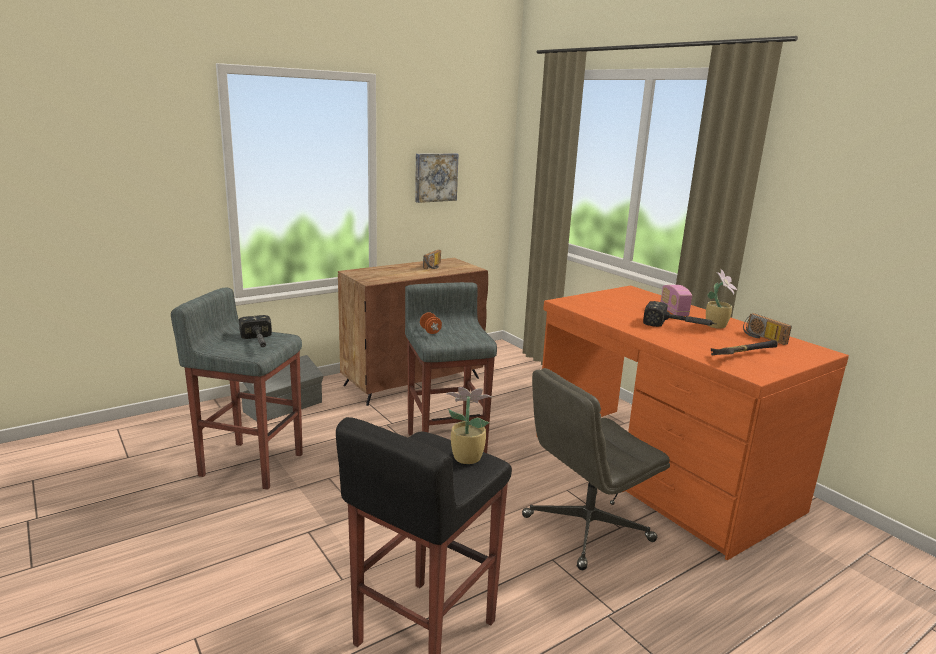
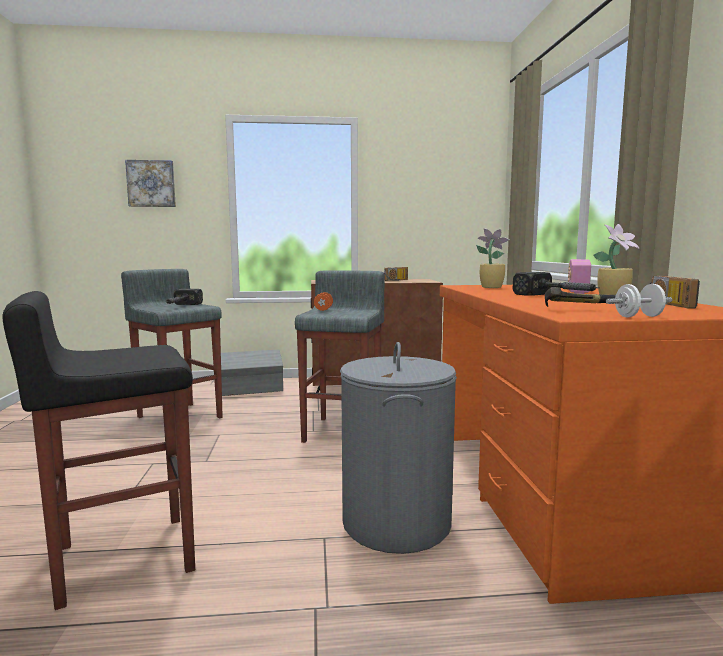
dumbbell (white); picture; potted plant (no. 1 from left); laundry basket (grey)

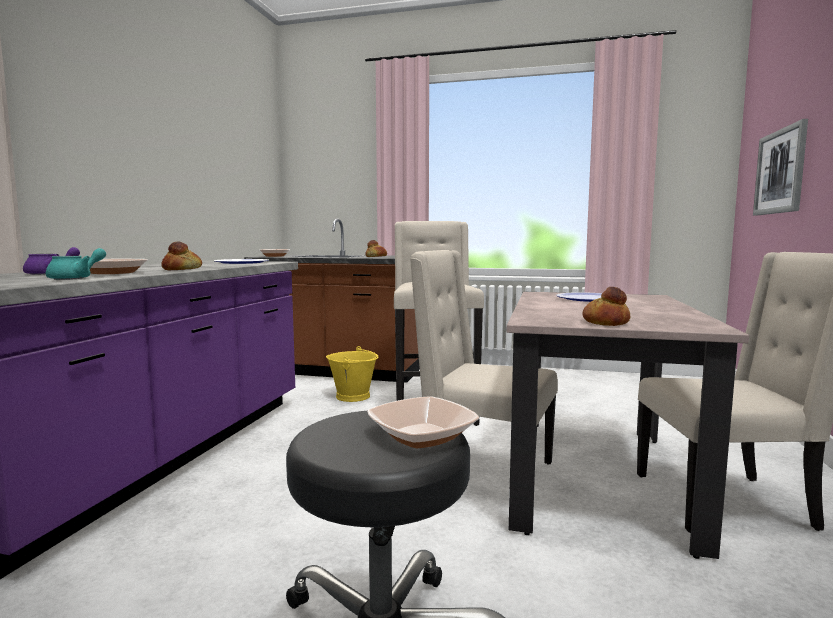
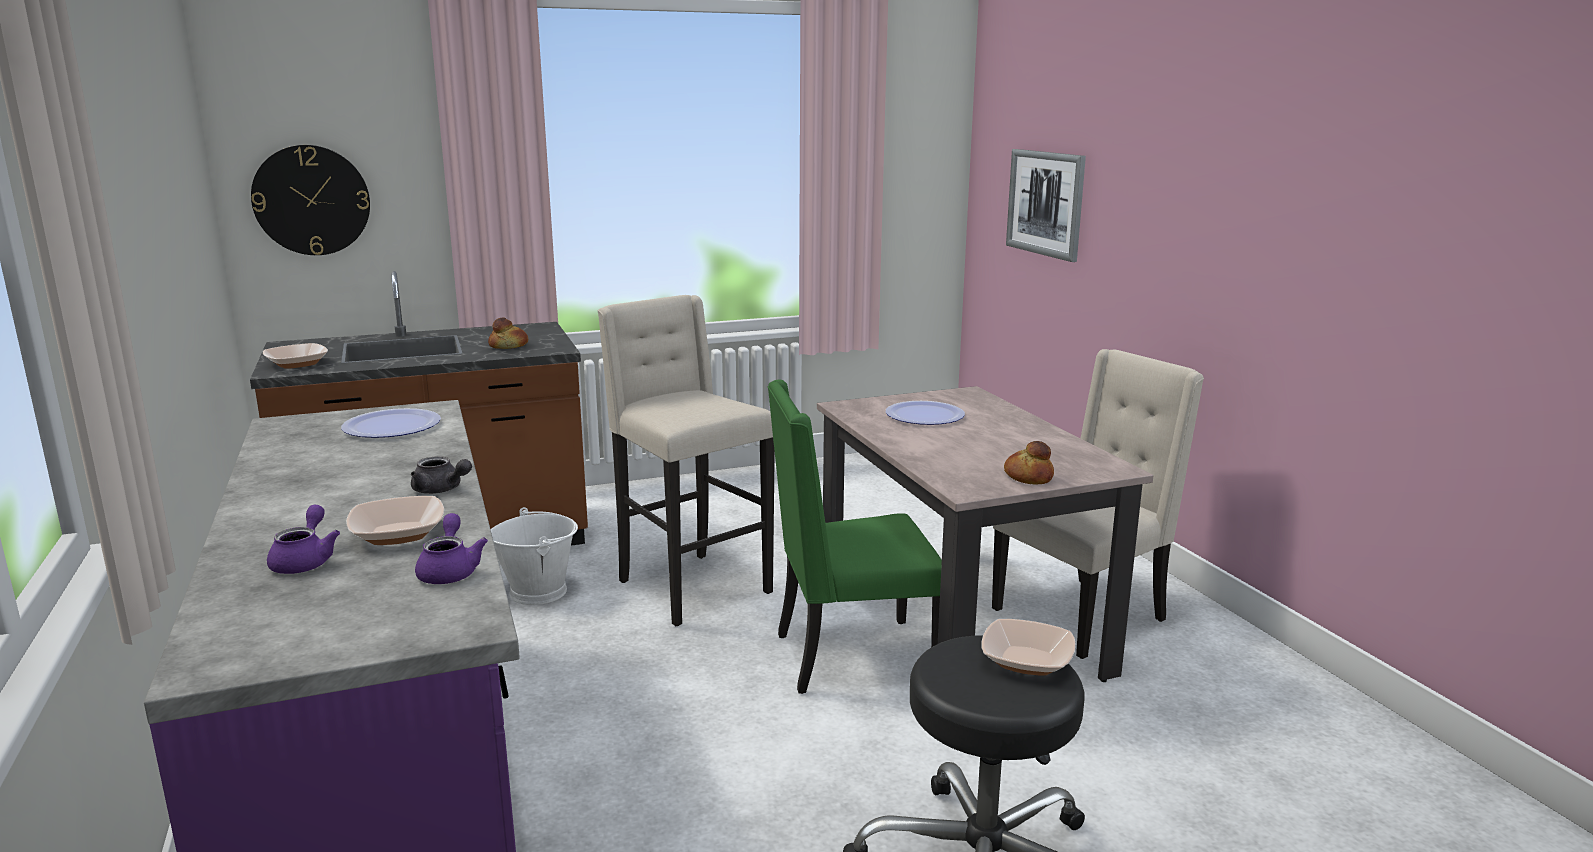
wall clock; teapot (grey); teapot (purple) (no. 2 from left); bucket (white); chair (green)

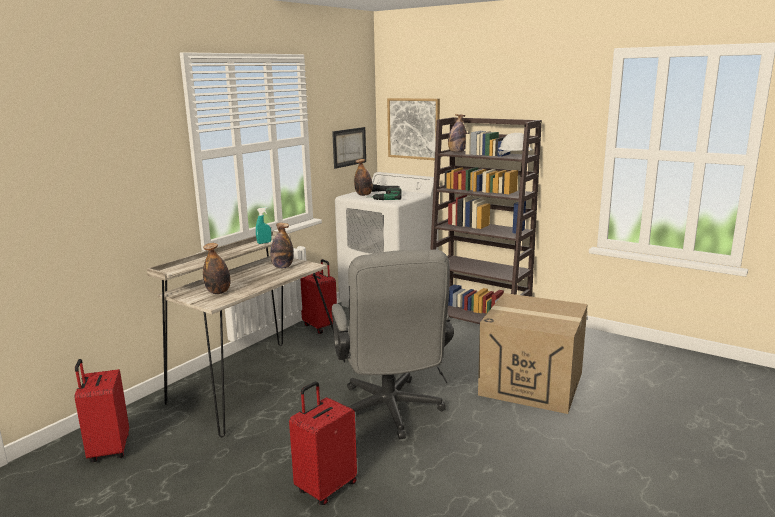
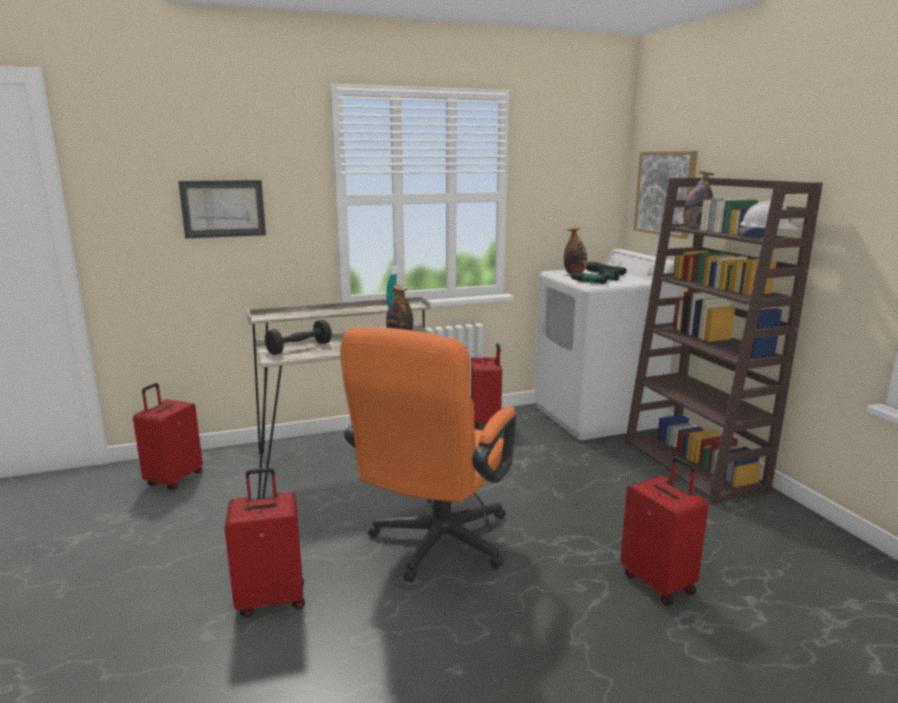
picture (no. 1 from left); dumbbell (black); suitcase (red) (no. 4 from left); office chair (orange)

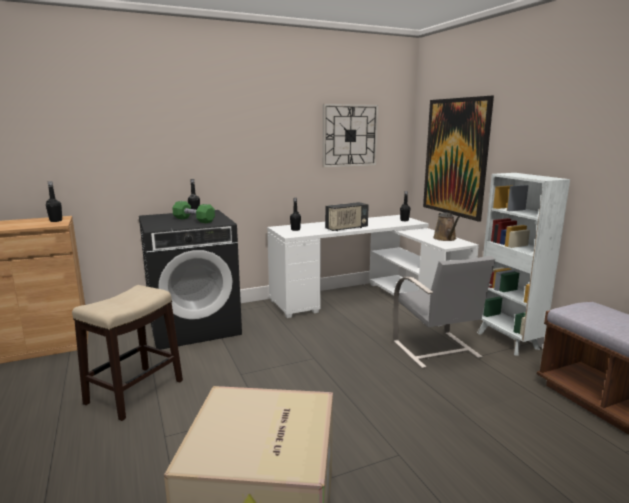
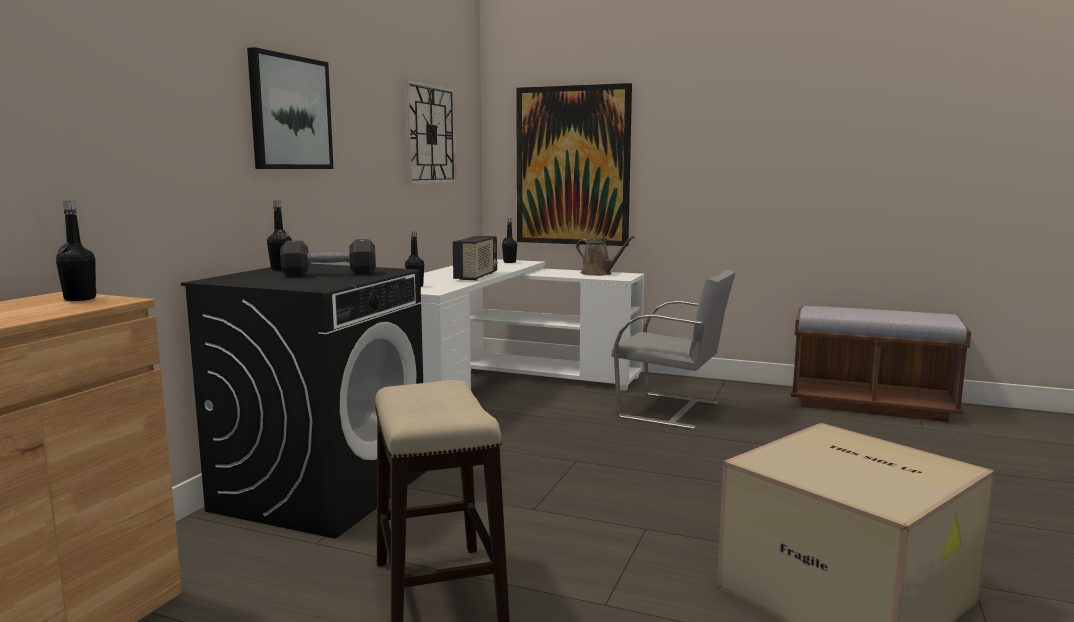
bookcase (white); picture (no. 1 from left); dumbbell (black)

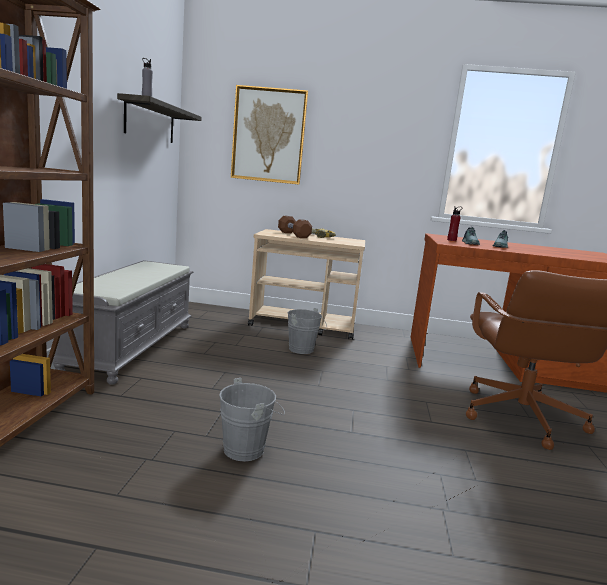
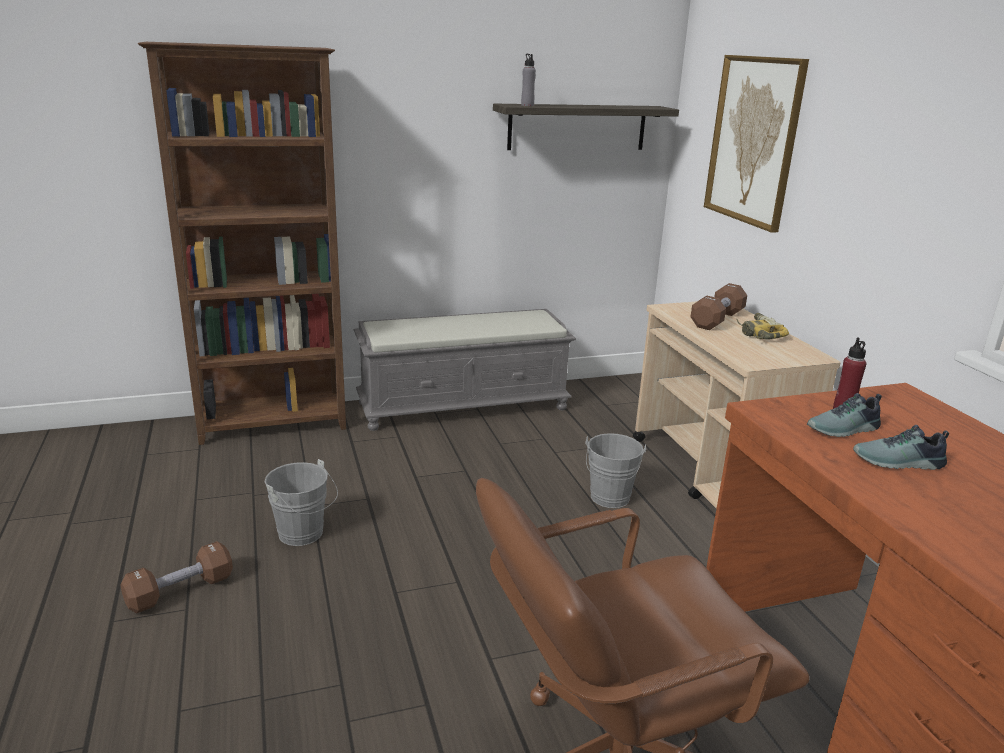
dumbbell (brown) (no. 1 from left)

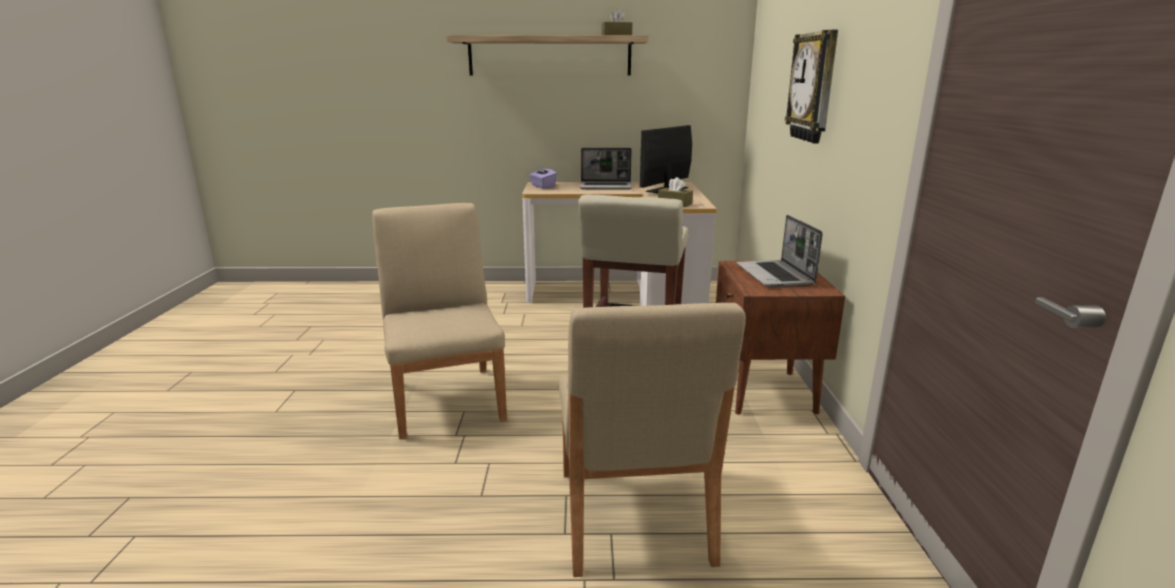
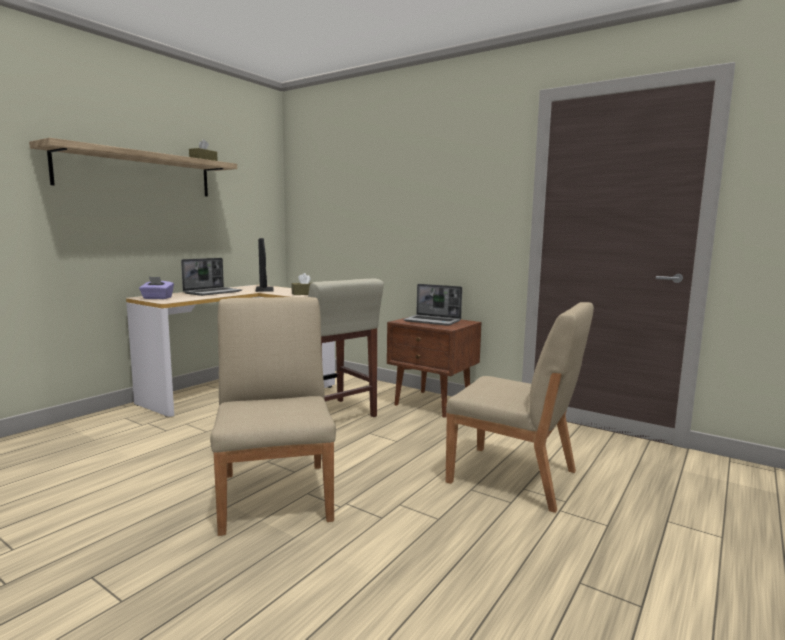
wall clock; chair (beige) (no. 1 from left)

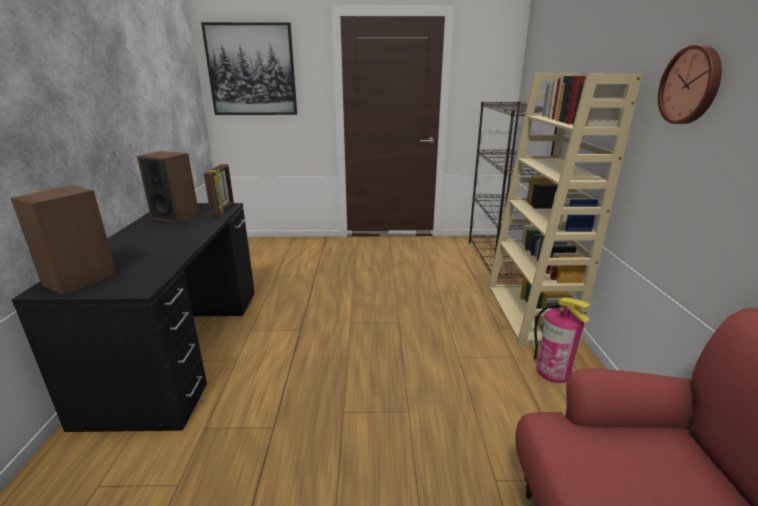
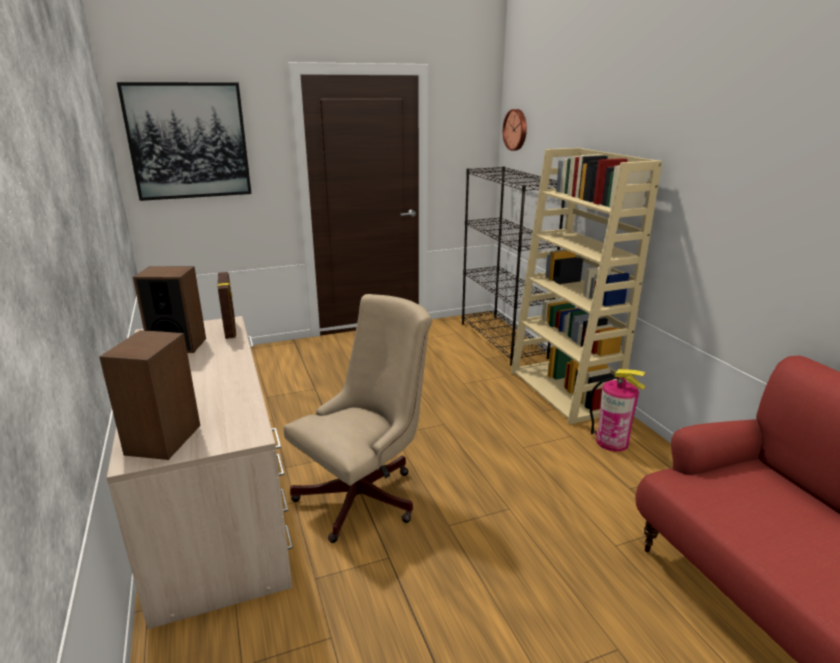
office chair (beige); wall clock; desk (beige)

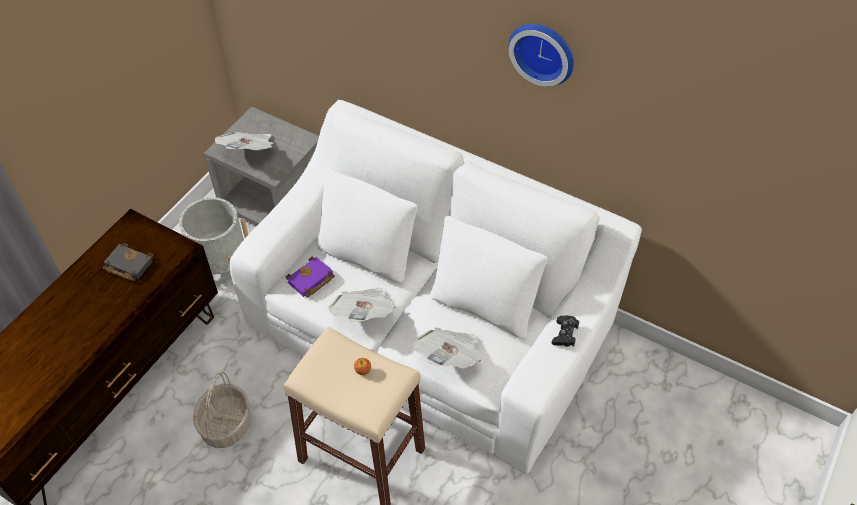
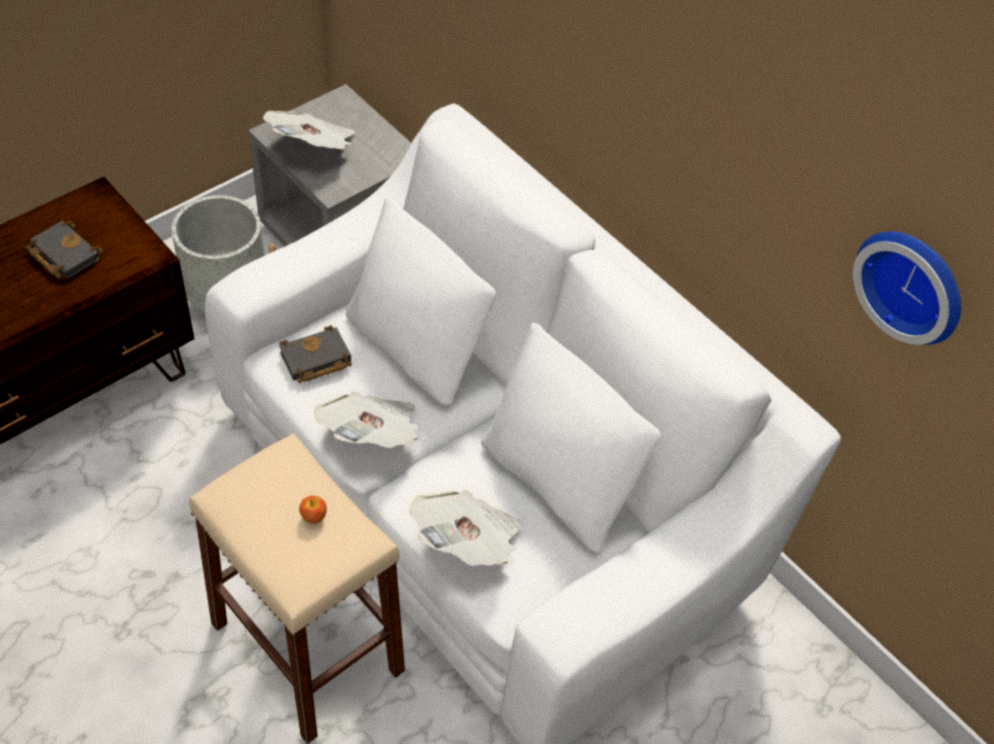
basket; game controller (black); wall clock; book (black) (no. 2 from left)

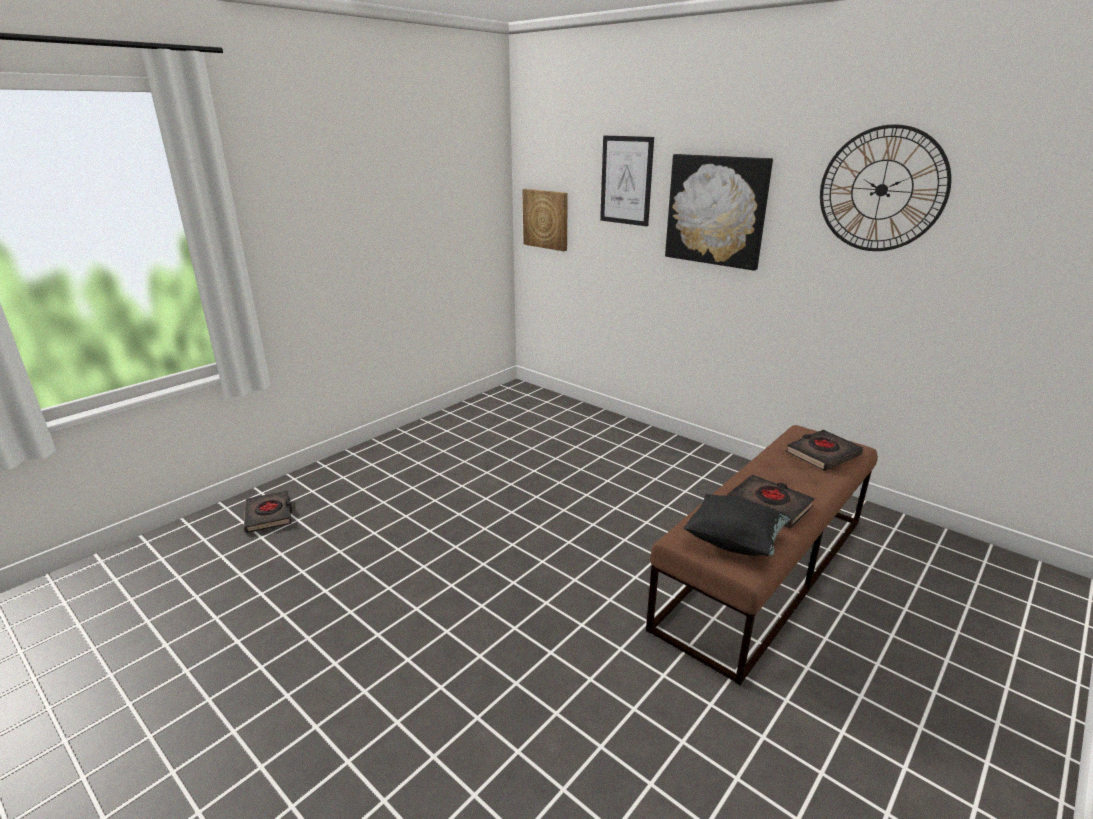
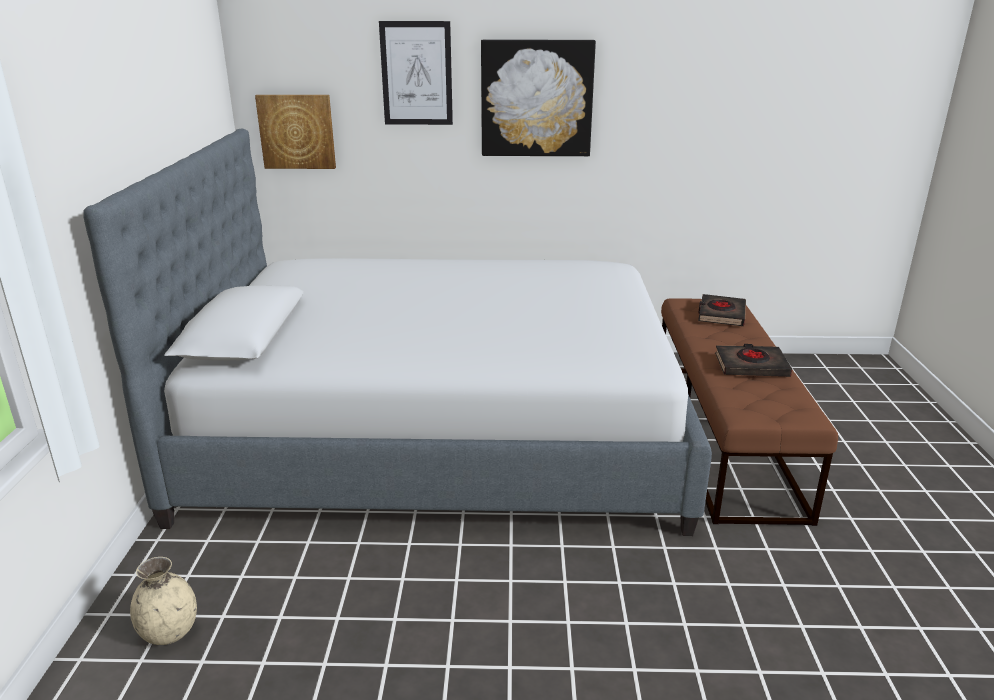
pillow (black); wall clock; bed; vase (beige)

